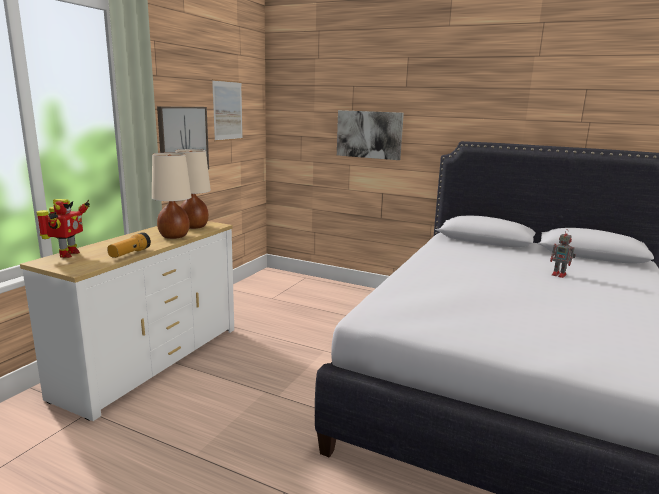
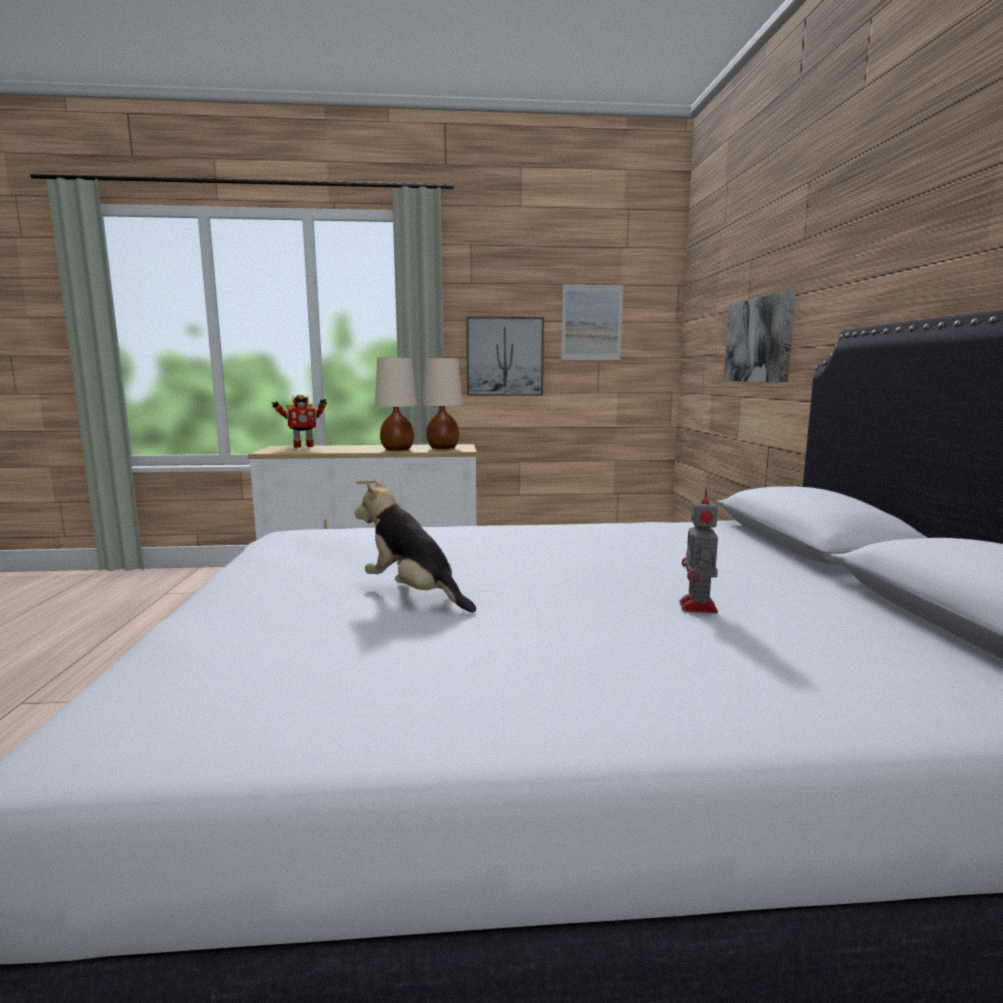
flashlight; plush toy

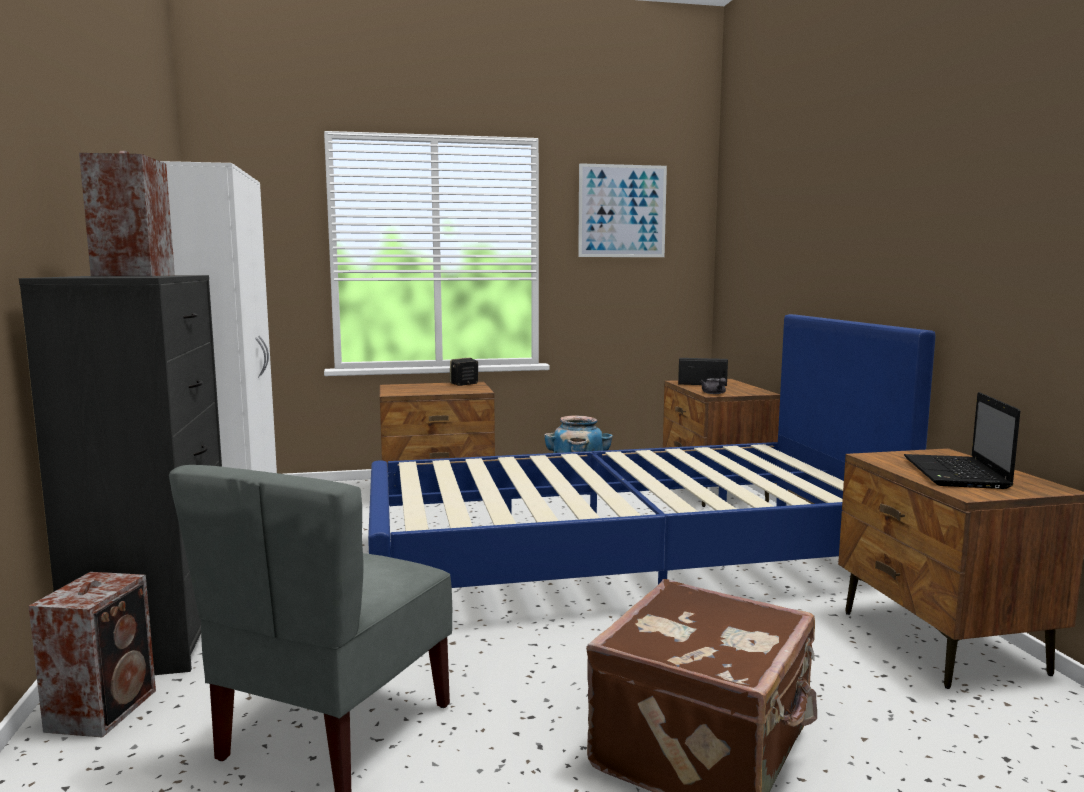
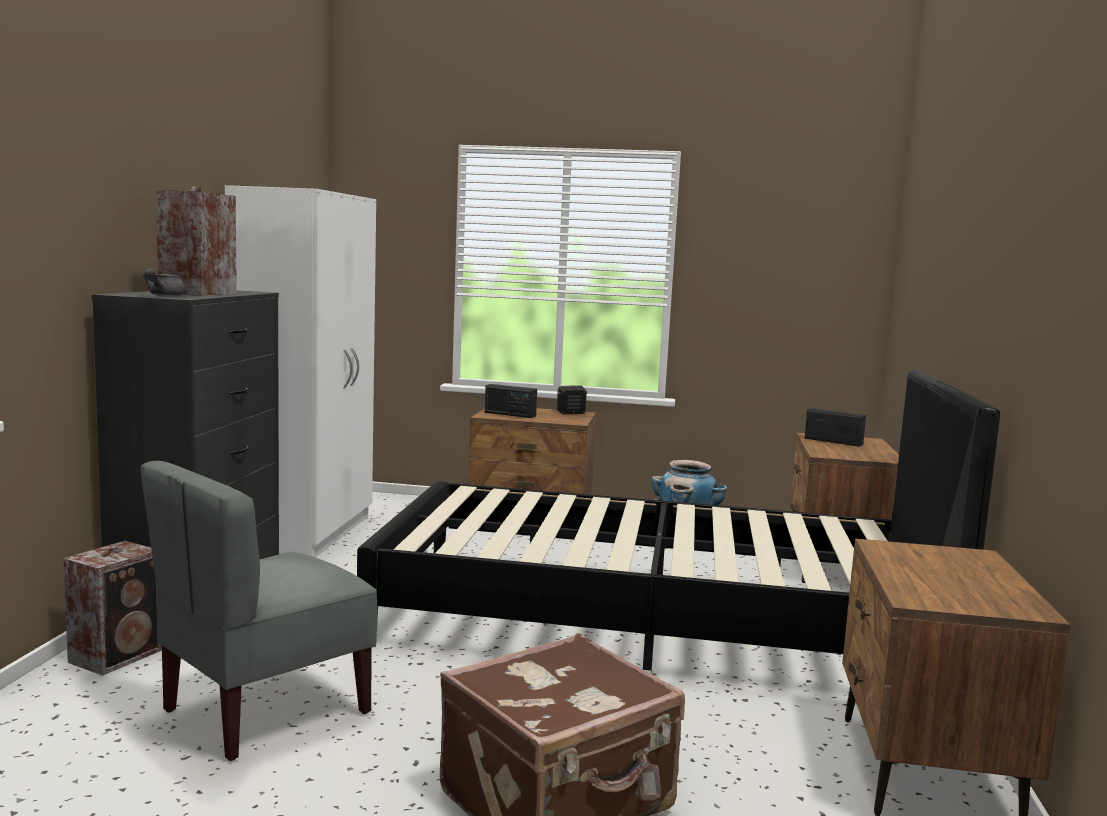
picture; laptop; radio (no. 1 from left); teapot (grey); bed (black)

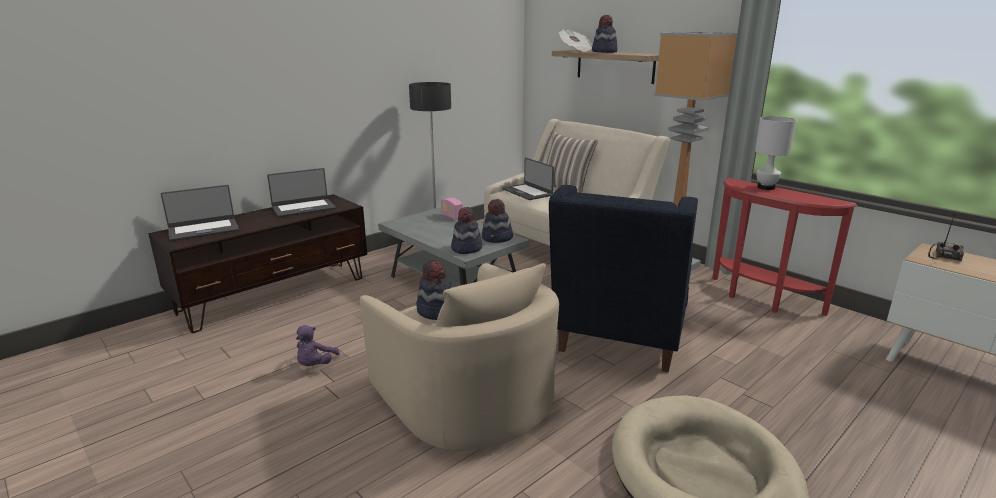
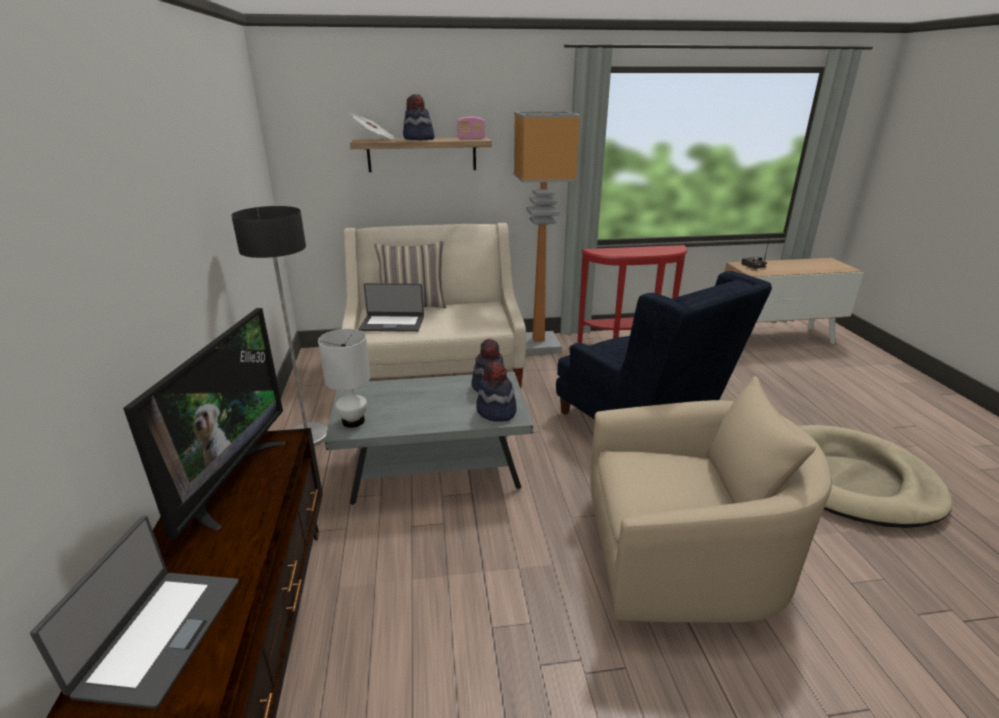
plush toy (purple); hat (no. 1 from left in the first image); radio (no. 1 from left); table lamp (white); television

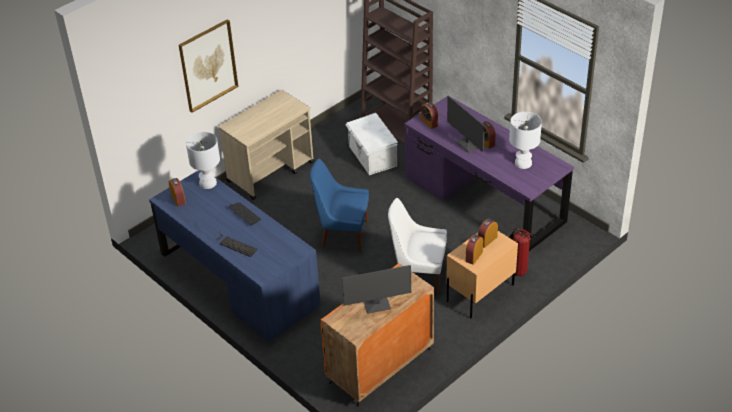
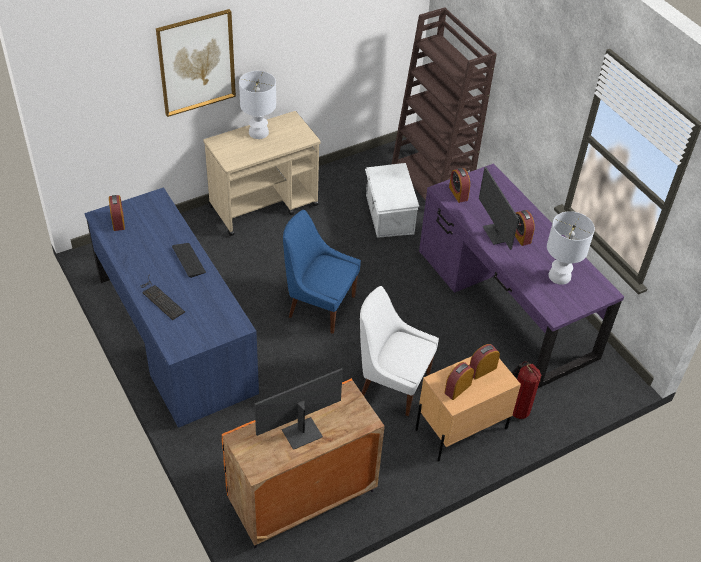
table lamp (white) (no. 1 from left); monitor (no. 1 from left)

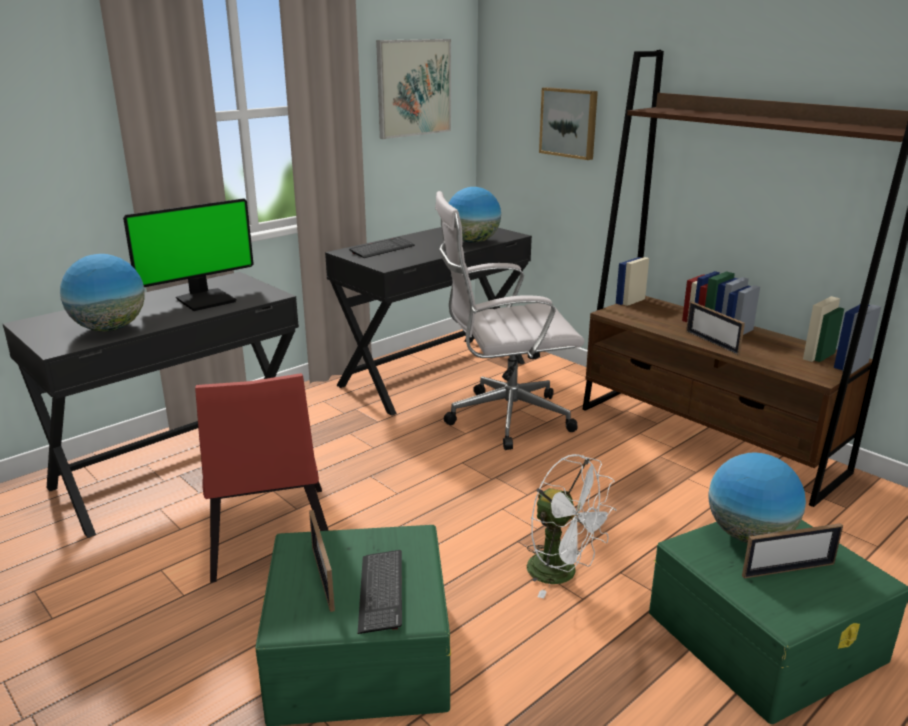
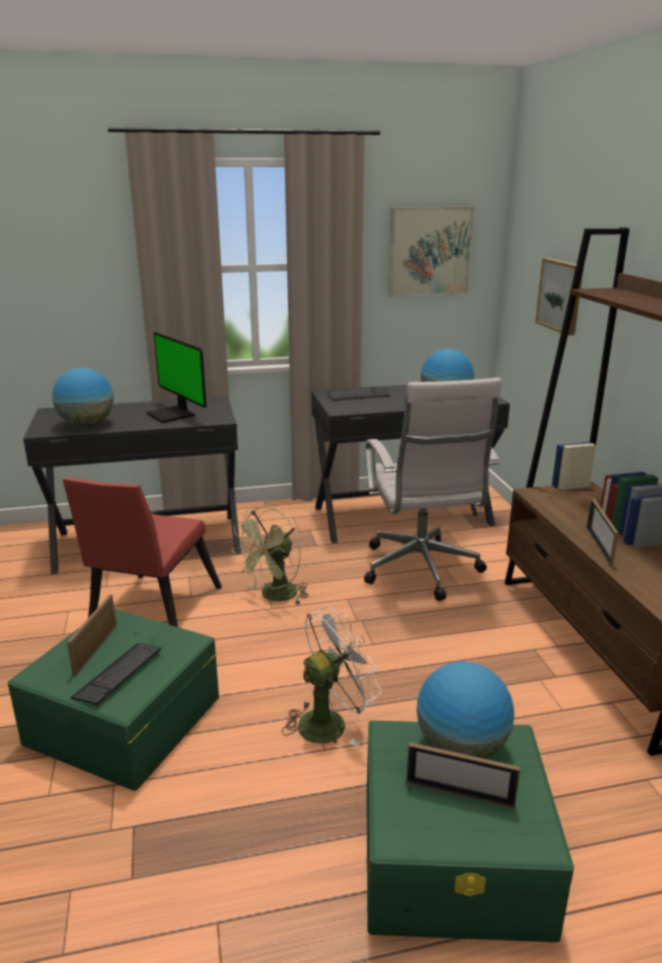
fan (green); monitor; office chair (white); fan (white)

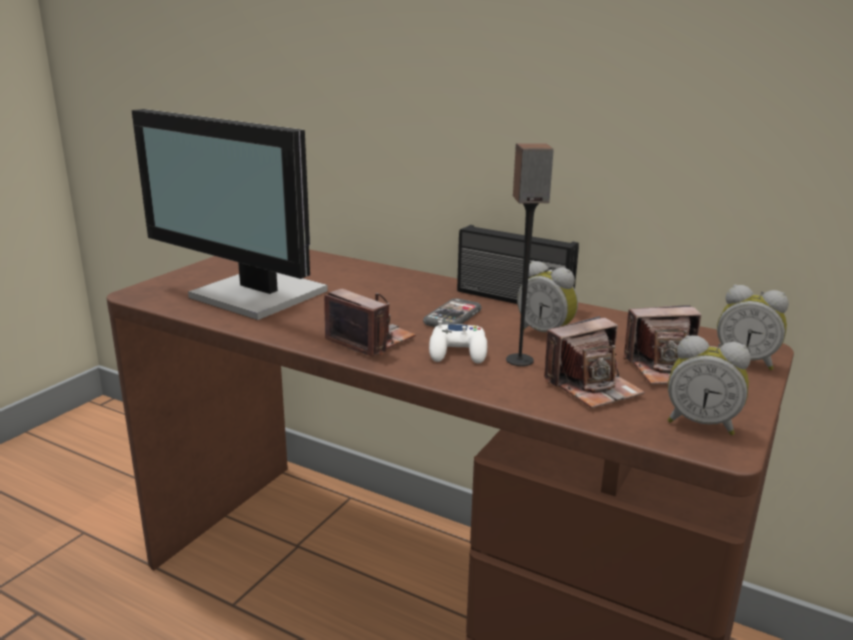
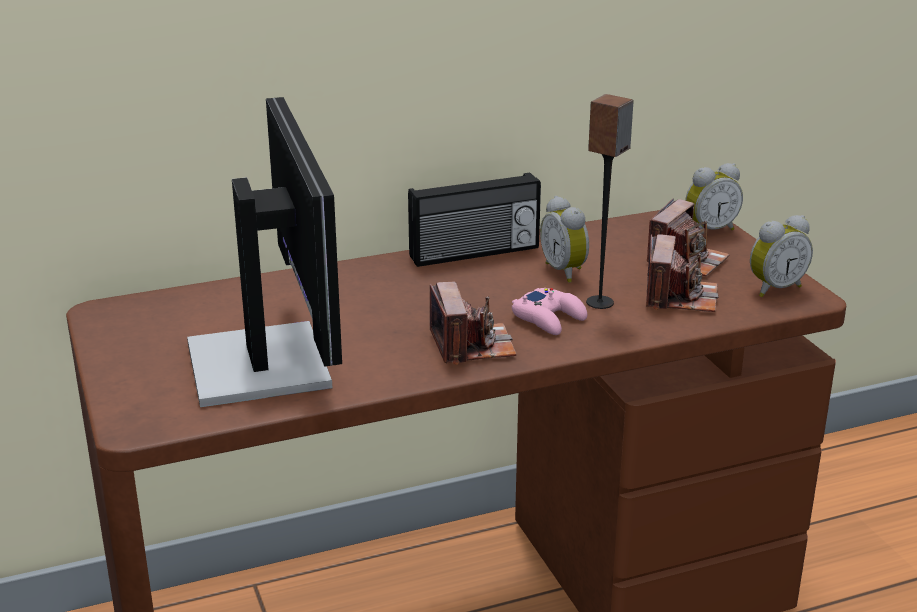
phone; game controller (pink); monitor; photo camera (no. 1 from left); alarm clock (no. 1 from left)

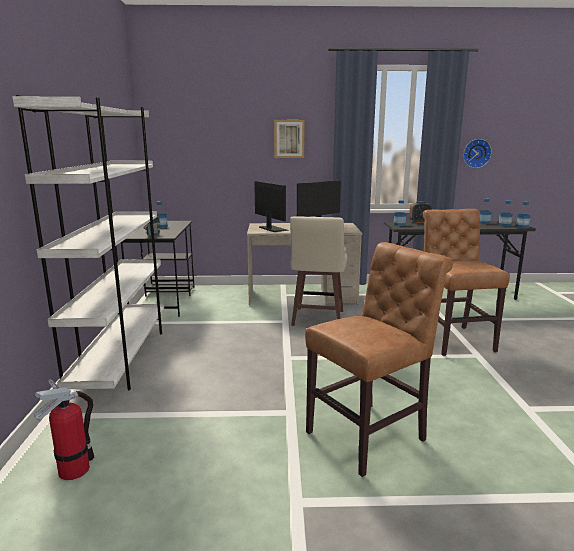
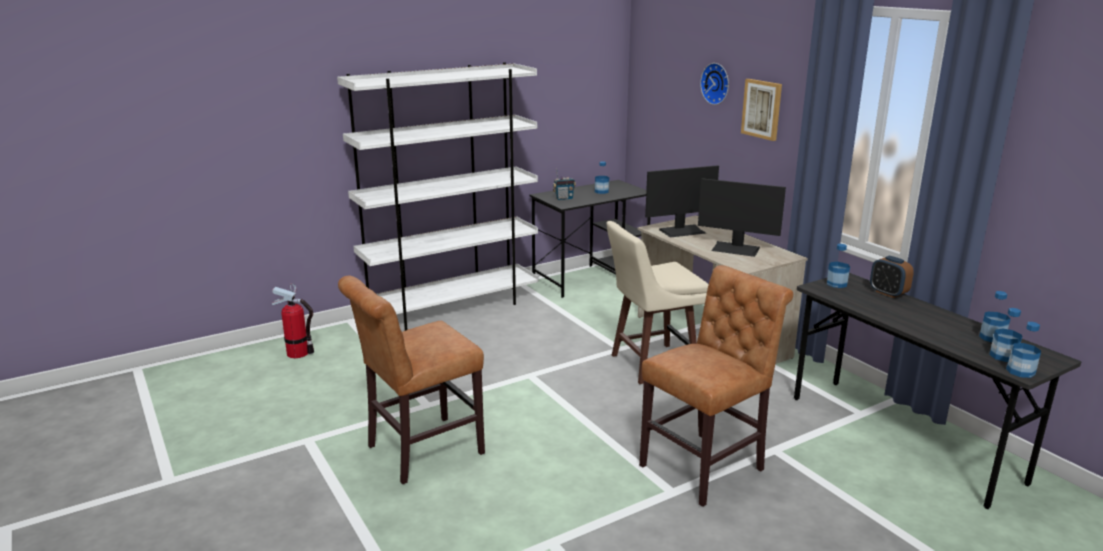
wall clock; monitor (no. 1 from left); chair (brown) (no. 1 from left)

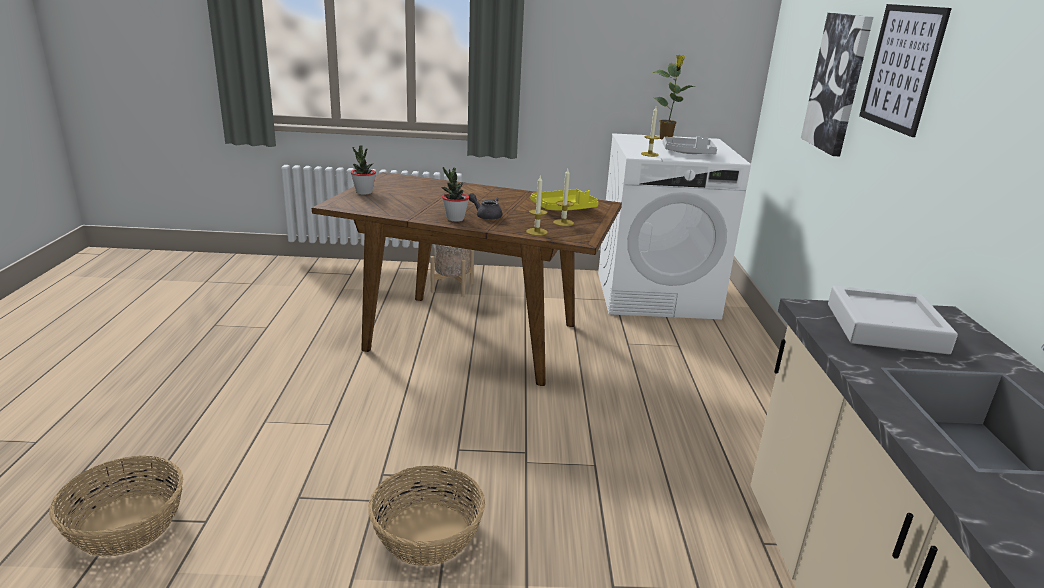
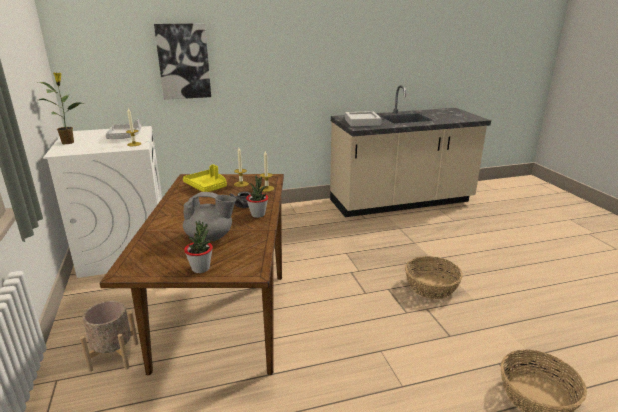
picture (no. 2 from left in the first image); teapot (grey) (no. 1 from left)

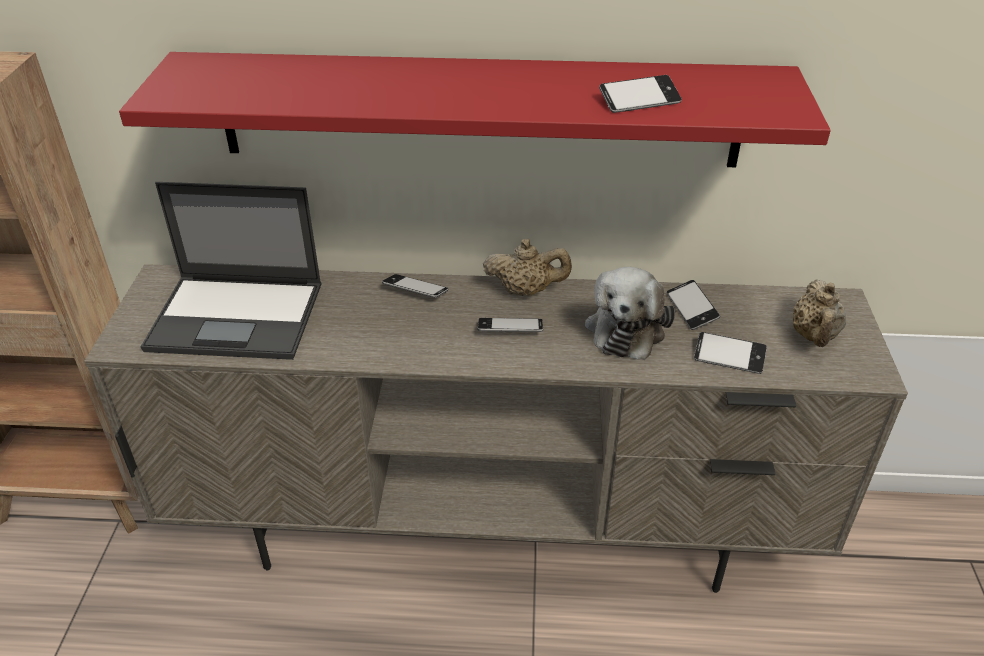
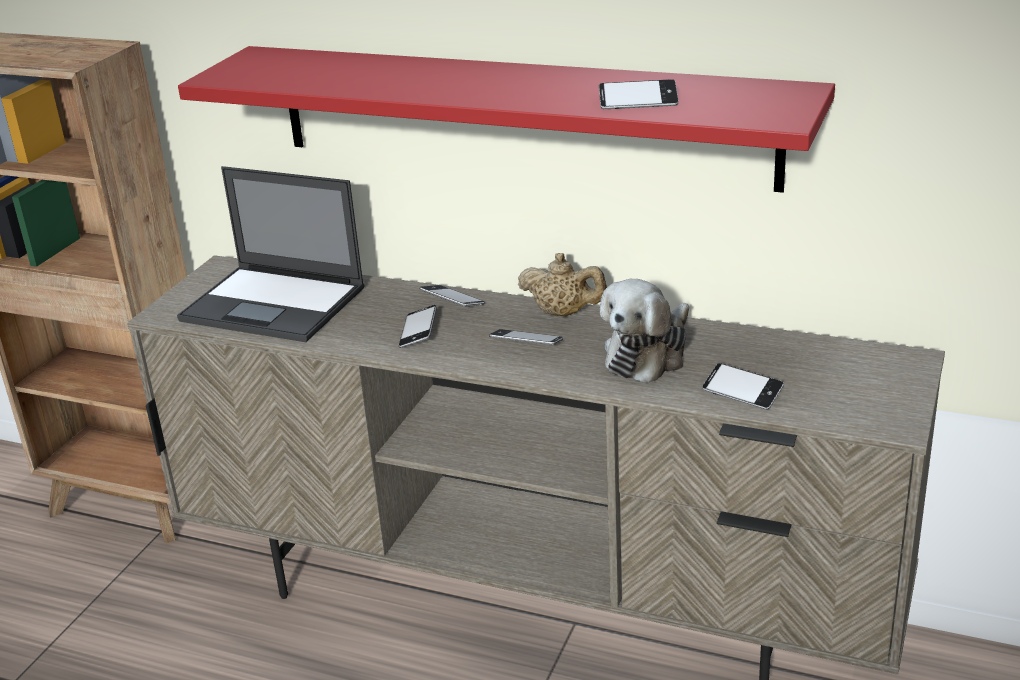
teapot (beige) (no. 2 from left in the first image); phone (no. 1 from left)

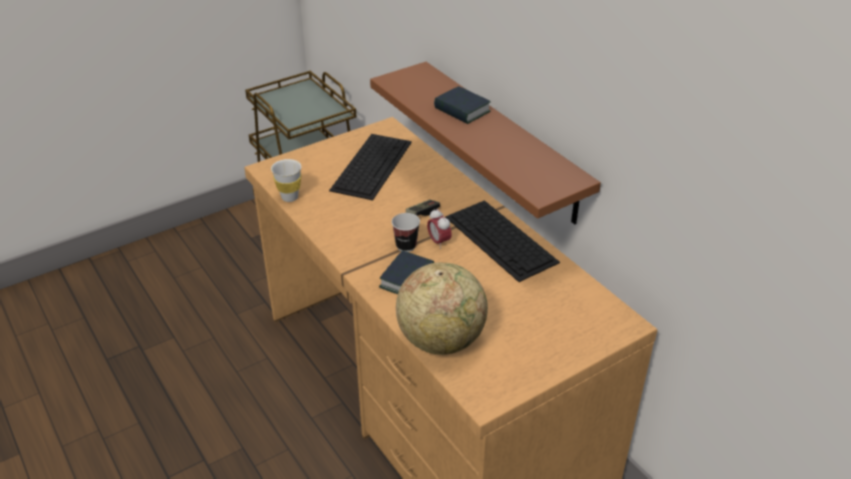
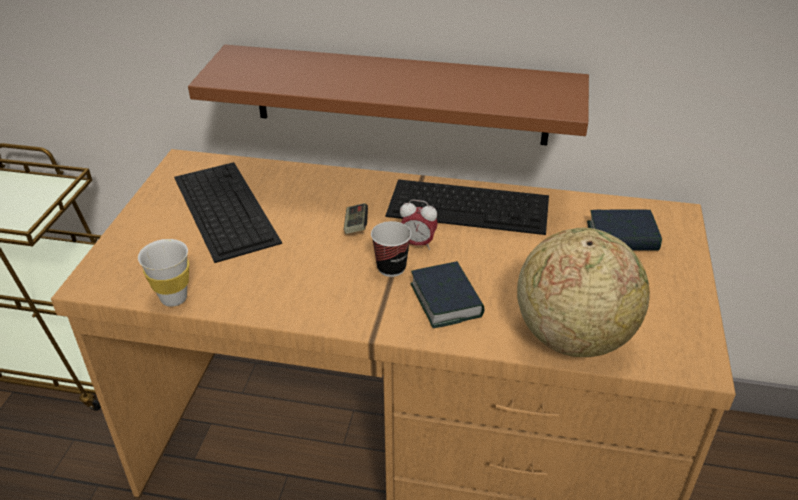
book (no. 2 from left)

